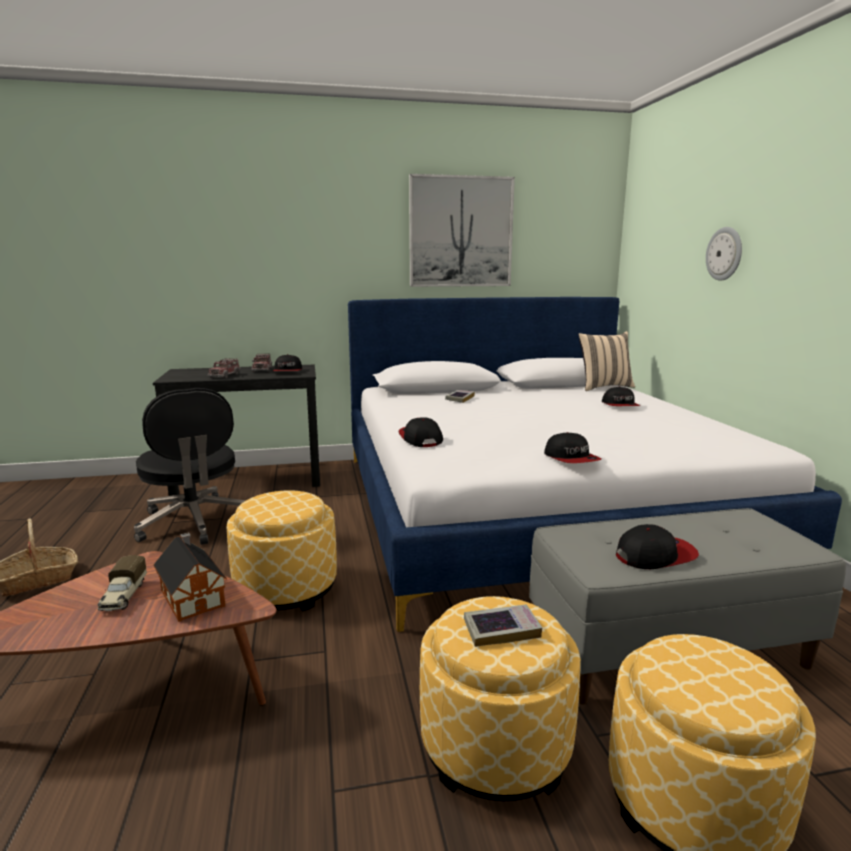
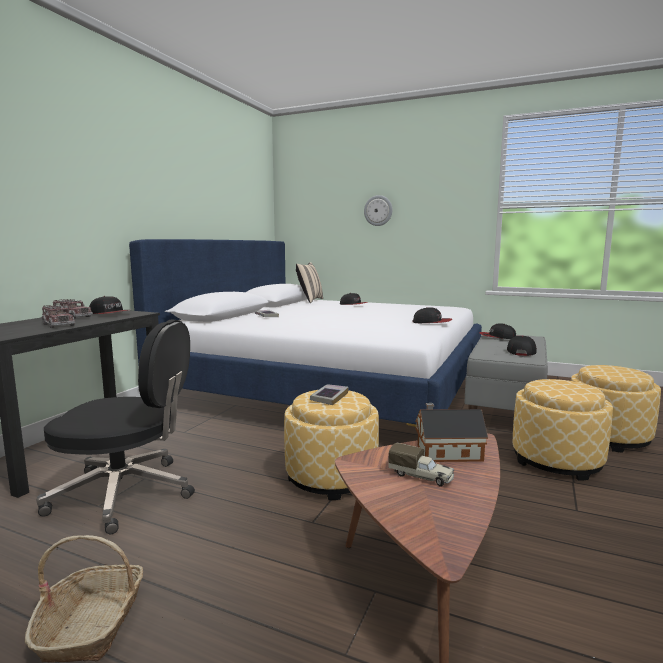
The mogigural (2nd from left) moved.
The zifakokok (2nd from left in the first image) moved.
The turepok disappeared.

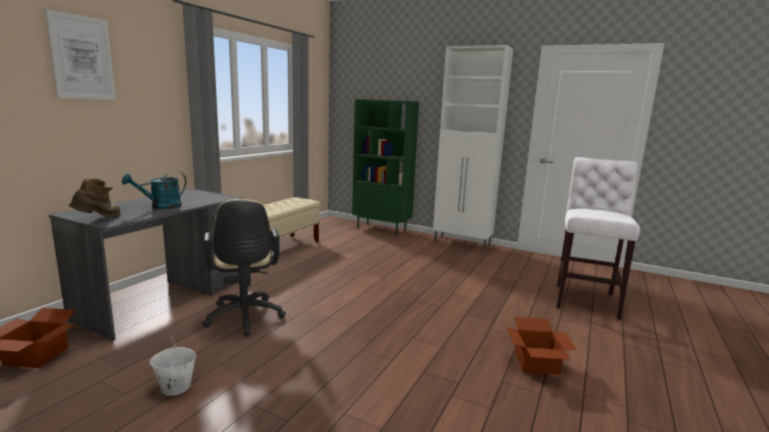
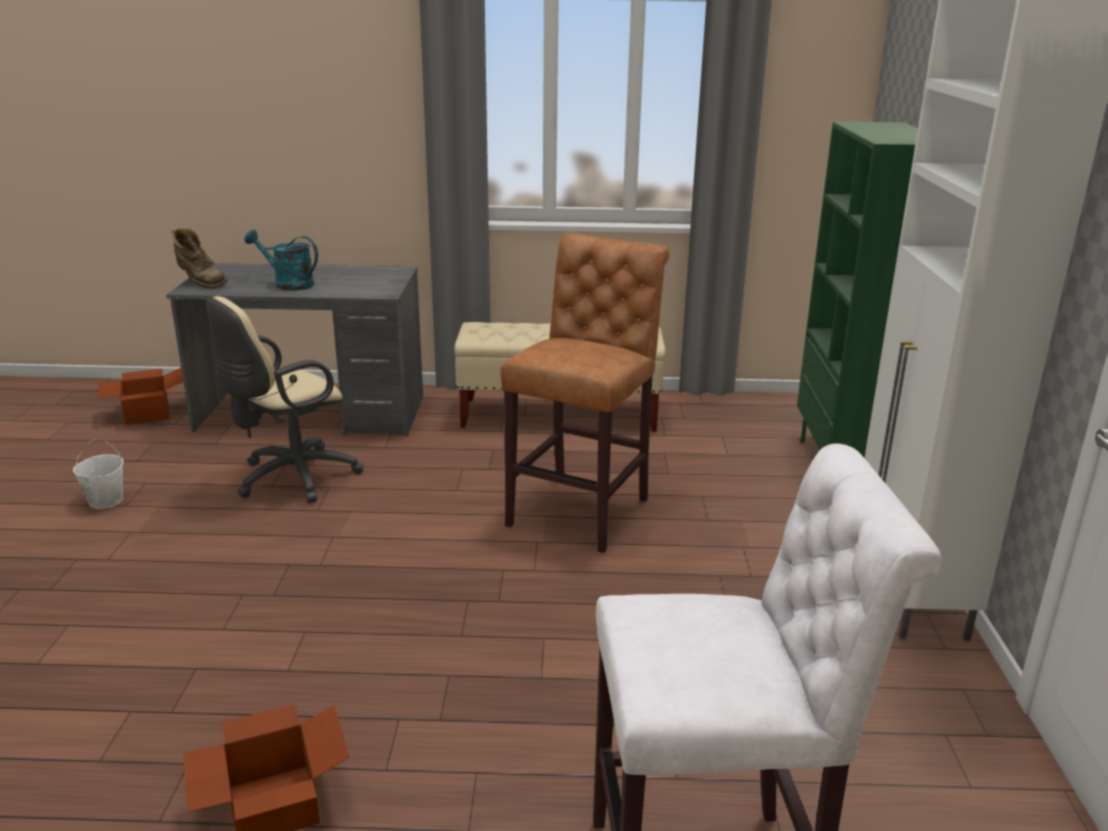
The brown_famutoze turned 45 degrees clockwise.
The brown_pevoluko appeared.
The turepok disappeared.

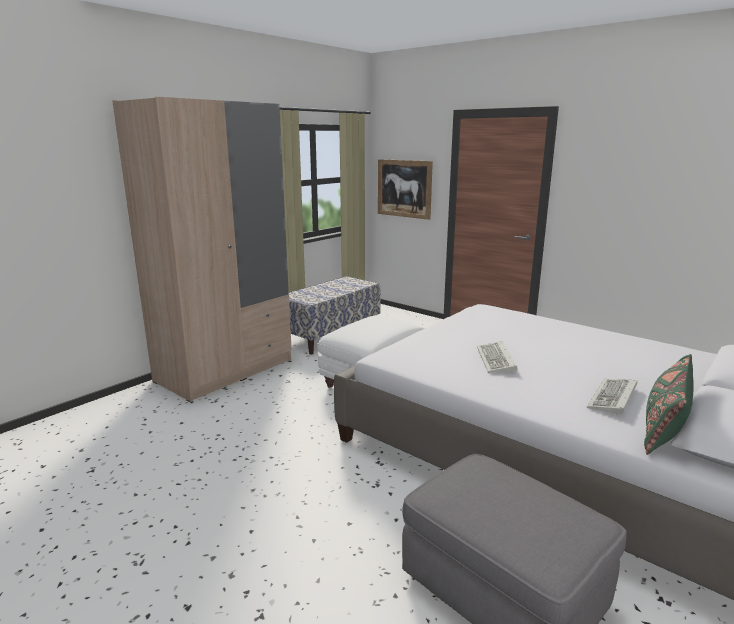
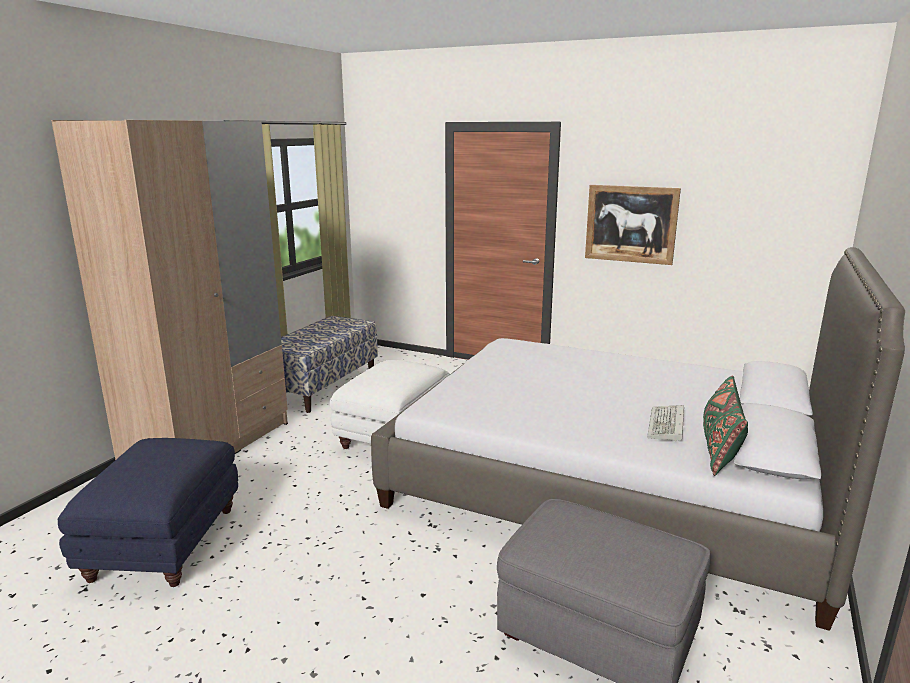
The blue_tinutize appeared.
The turepok moved.
The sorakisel (1st from left) disappeared.

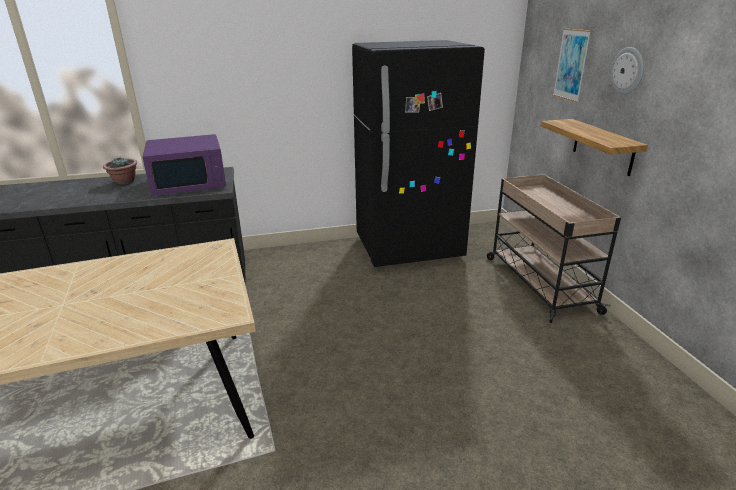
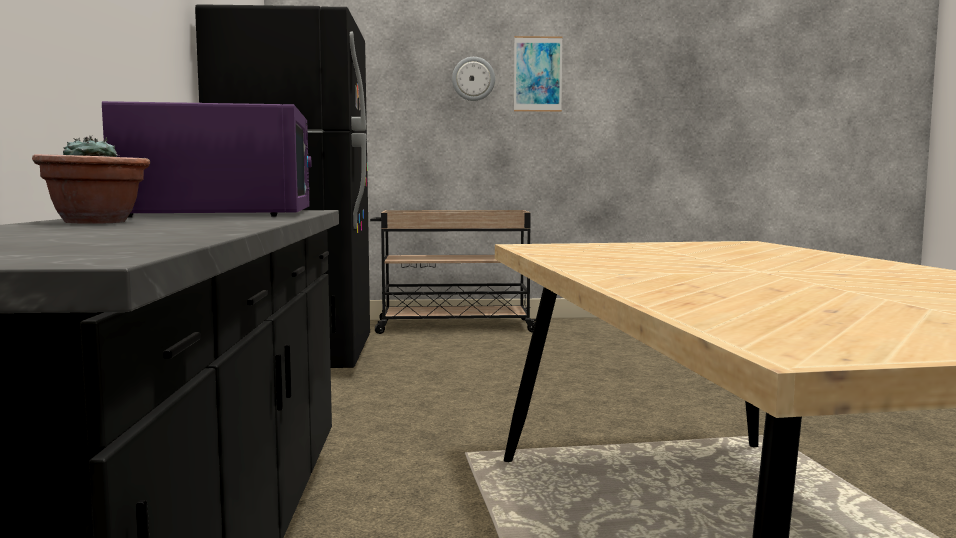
The turepok moved.
The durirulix disappeared.

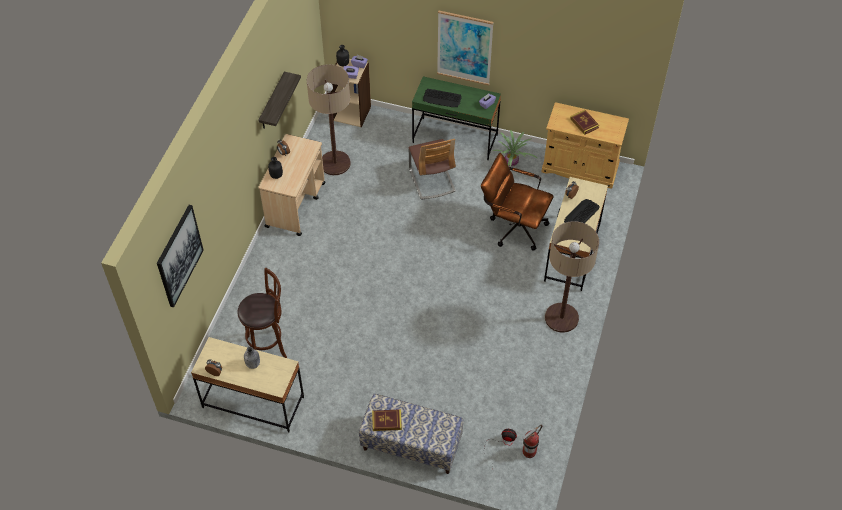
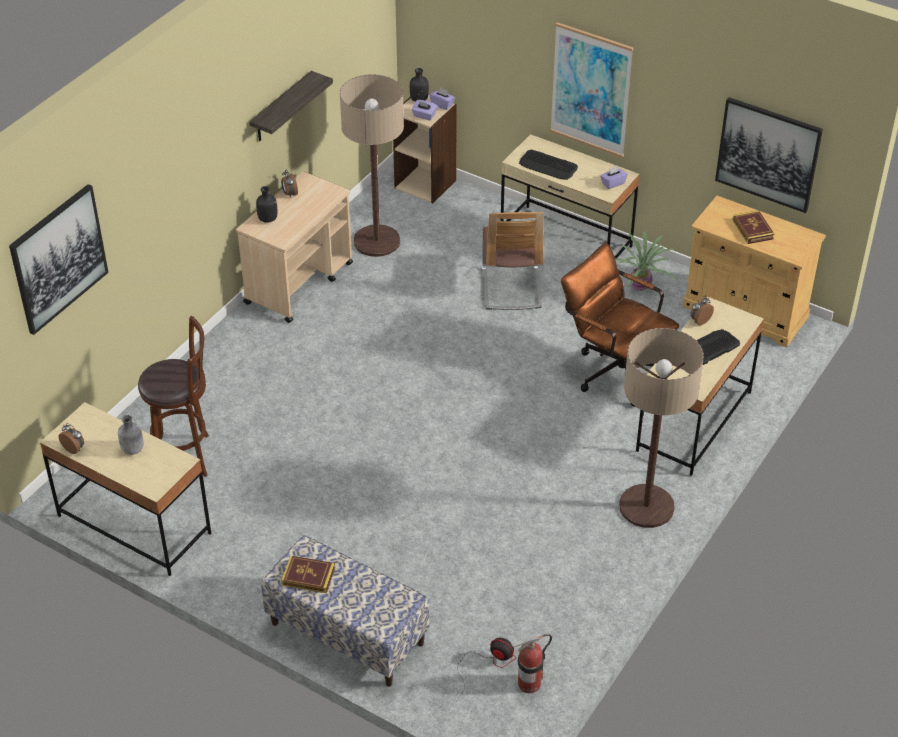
The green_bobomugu became the beige_bobomugu (2nd from left).
The turepok (3rd from left) appeared.

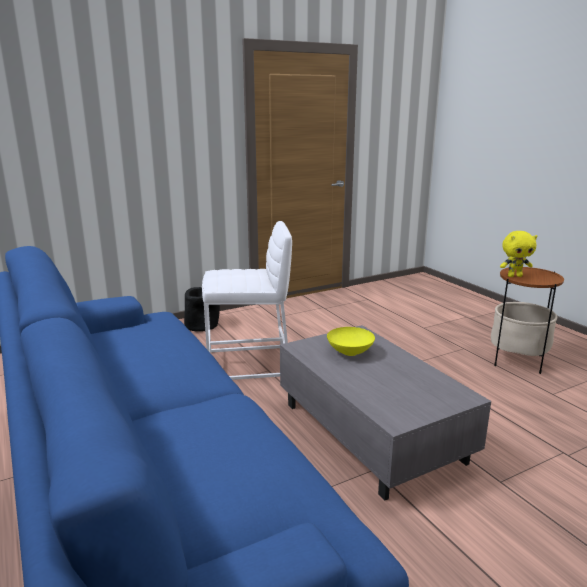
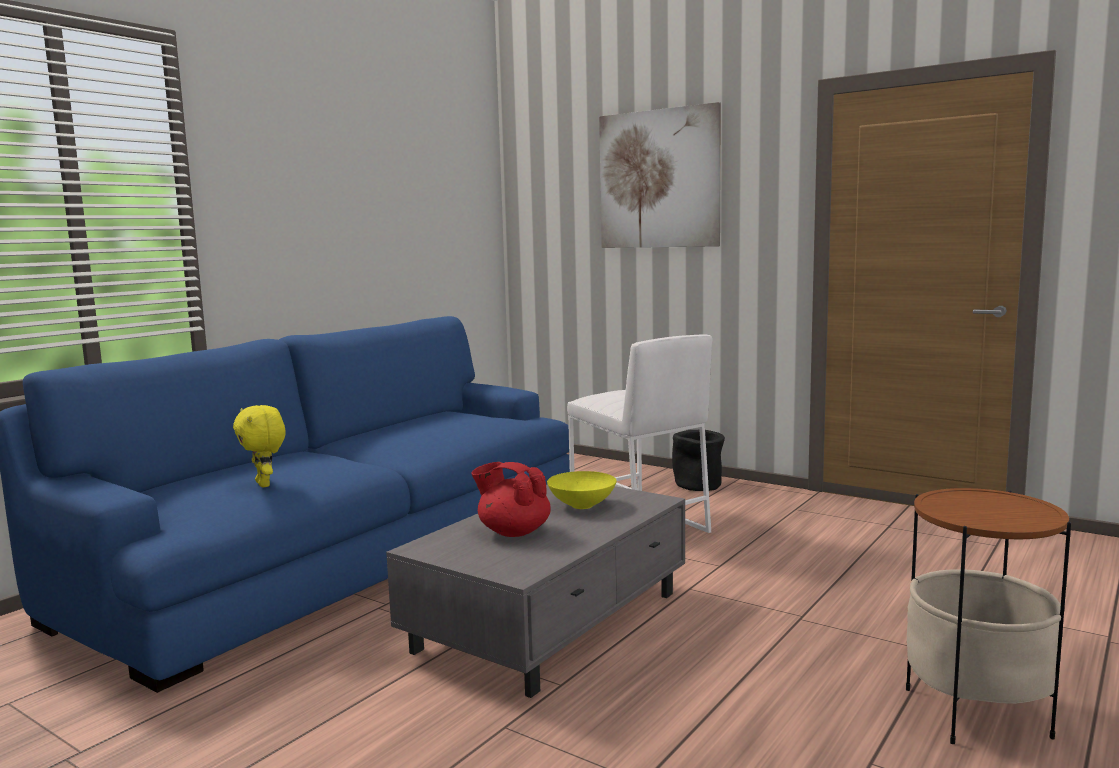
The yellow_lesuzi moved.
The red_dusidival appeared.
The turepok appeared.

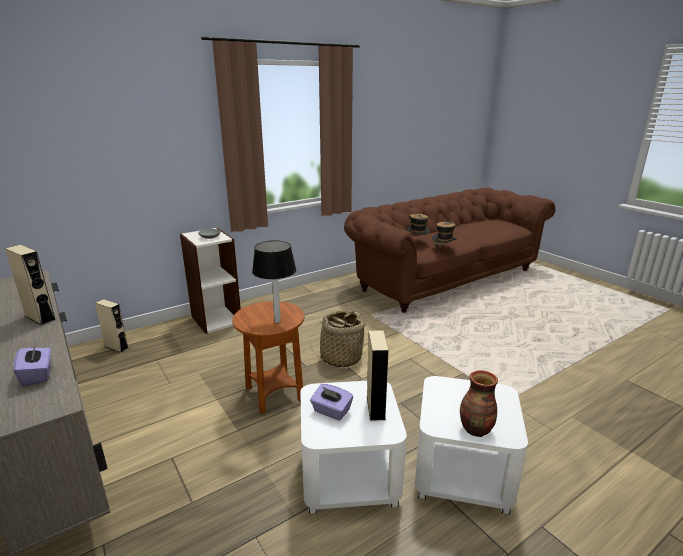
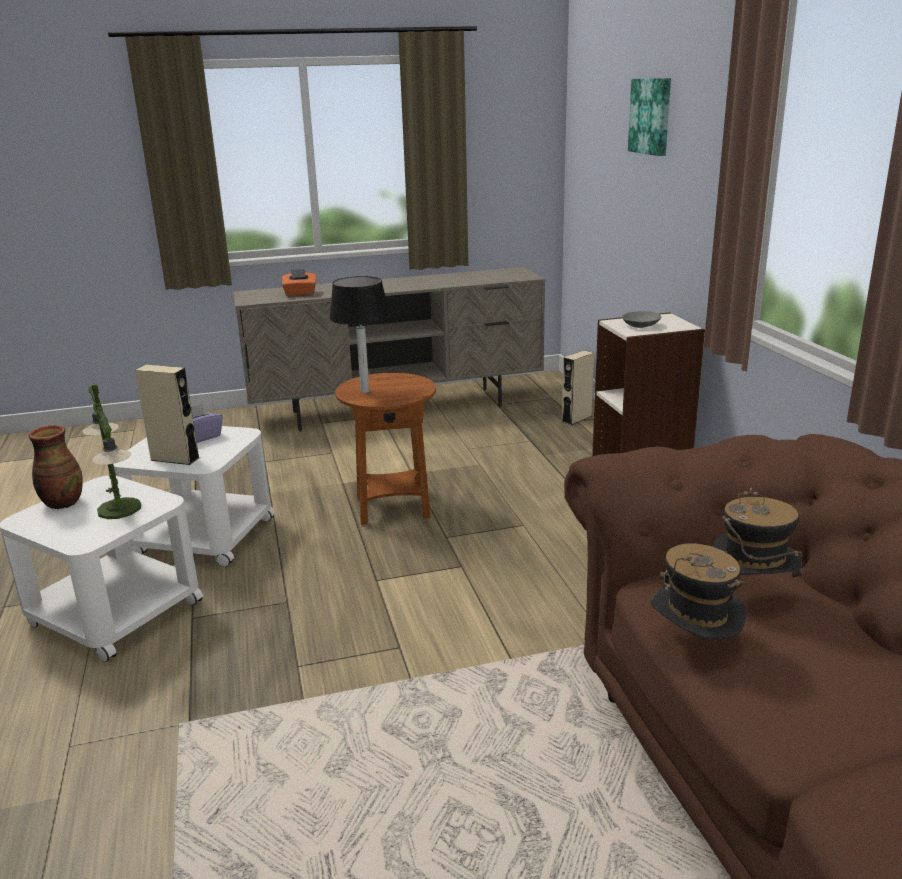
The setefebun (1st from left) appeared.
The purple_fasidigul (1st from left) became the orange_fasidigul.
The turepok appeared.
The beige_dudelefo (1st from left) disappeared.
The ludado disappeared.

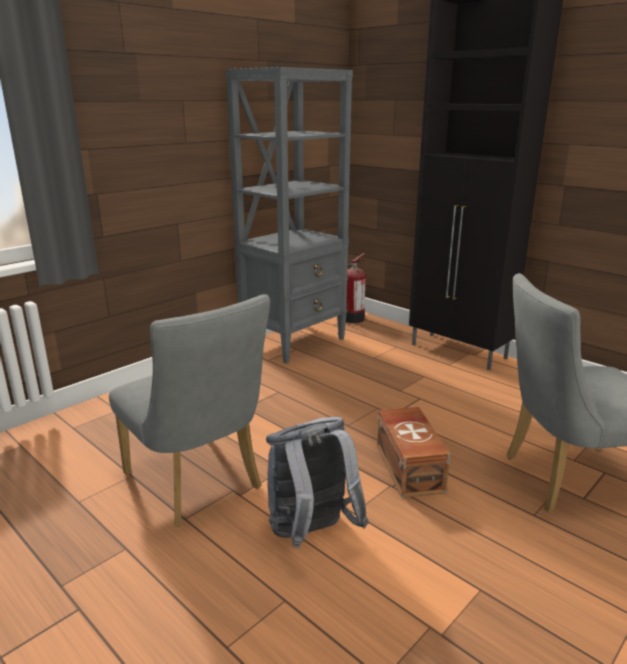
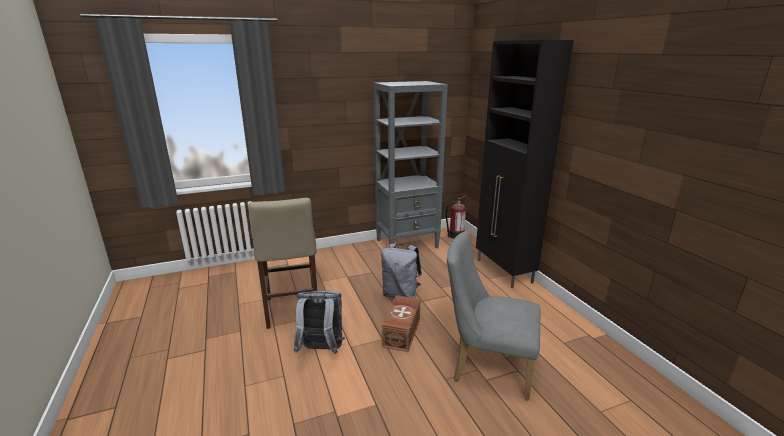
The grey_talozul (1st from left) was replaced by the beige_pevoluko.
The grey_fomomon (2nd from left) appeared.

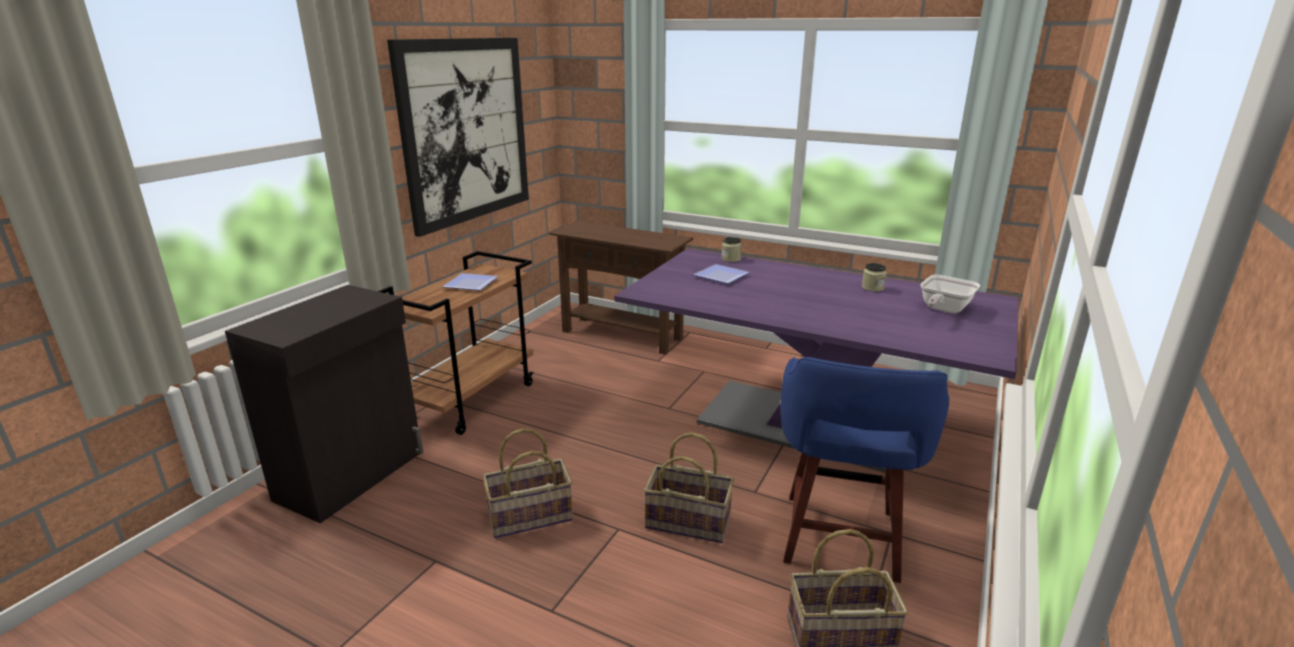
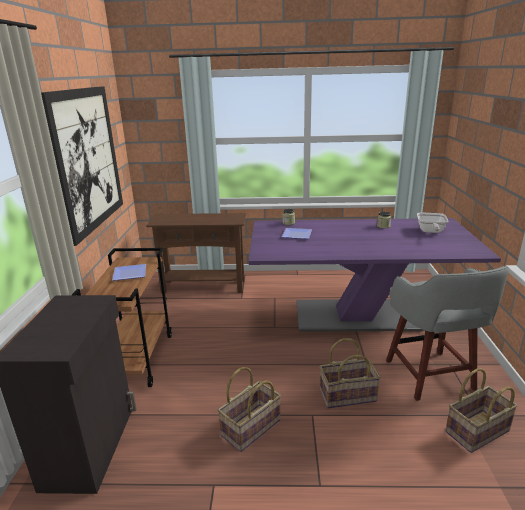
The blue_pevoluko became the grey_pevoluko.

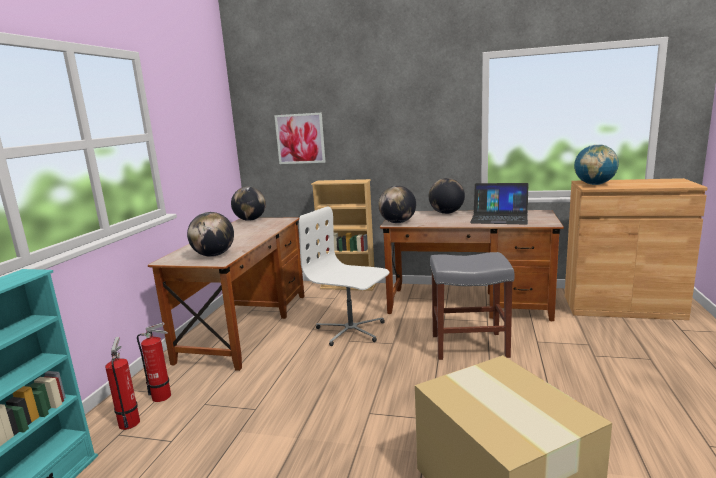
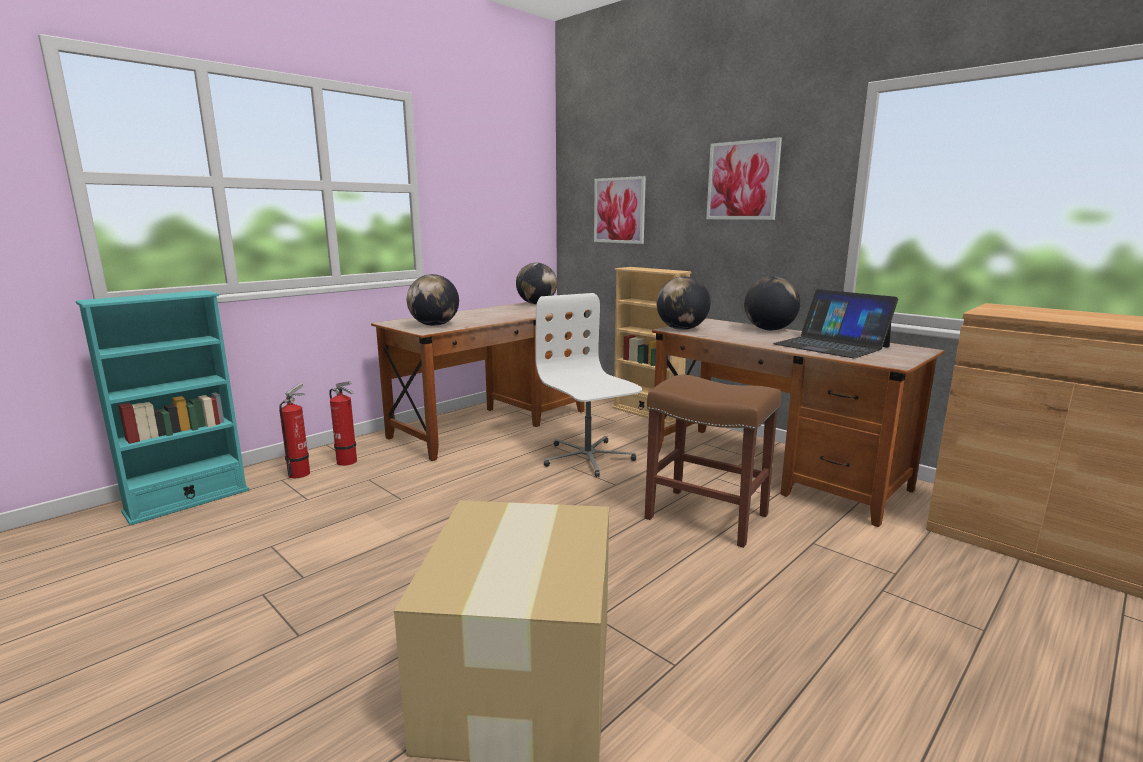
The grey_pevoluko became the brown_pevoluko.
The turepok (2nd from left) appeared.
The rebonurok (5th from left) disappeared.

